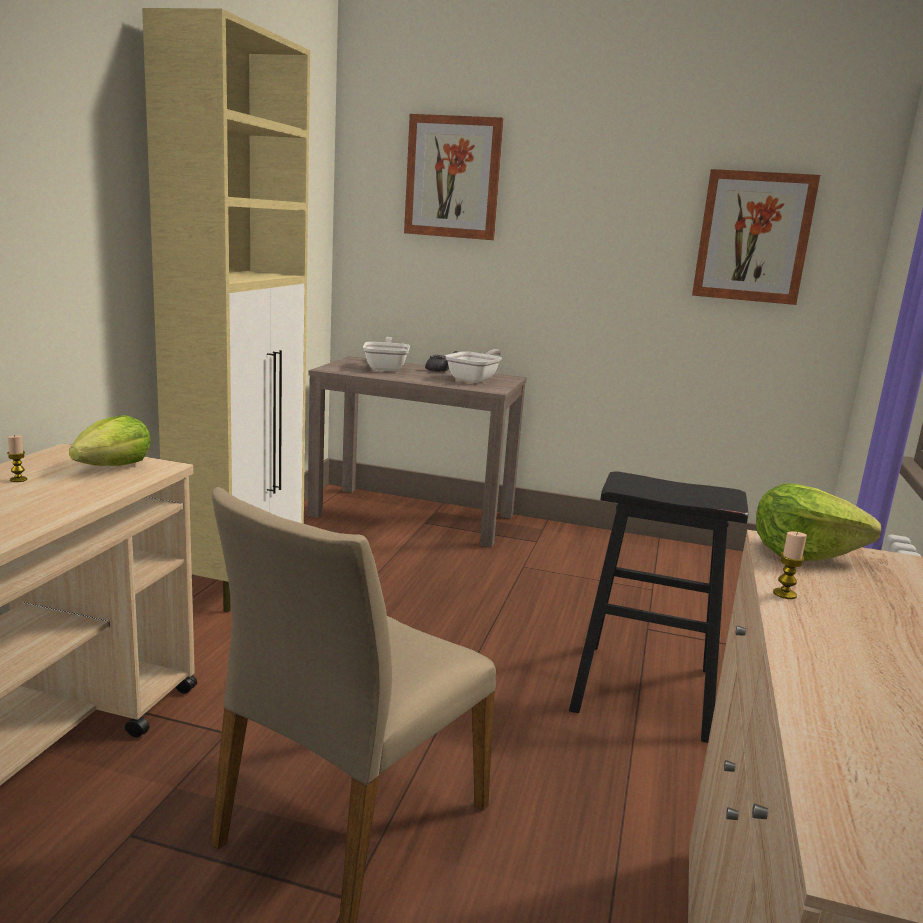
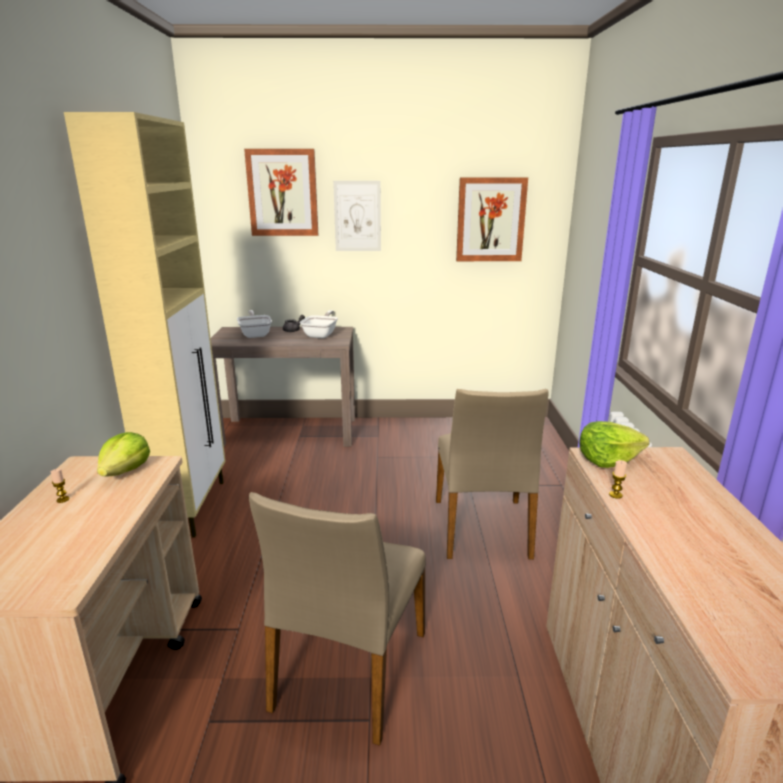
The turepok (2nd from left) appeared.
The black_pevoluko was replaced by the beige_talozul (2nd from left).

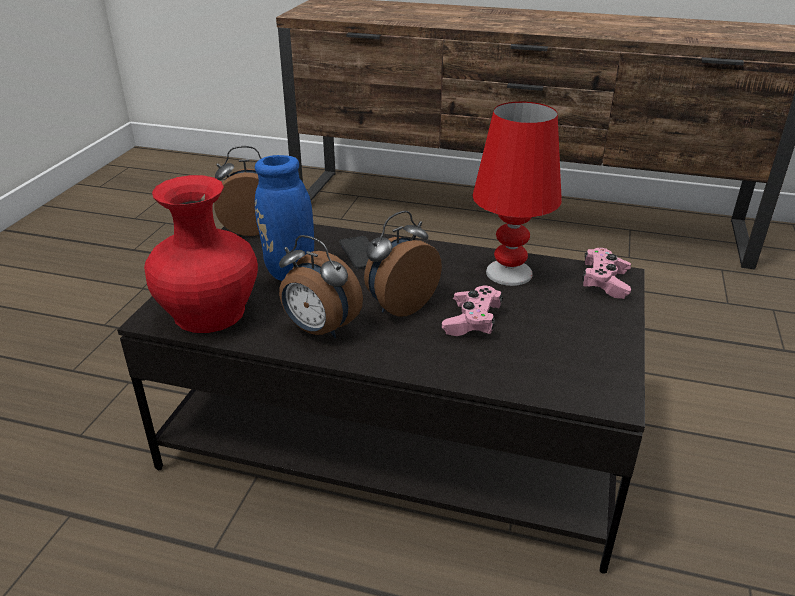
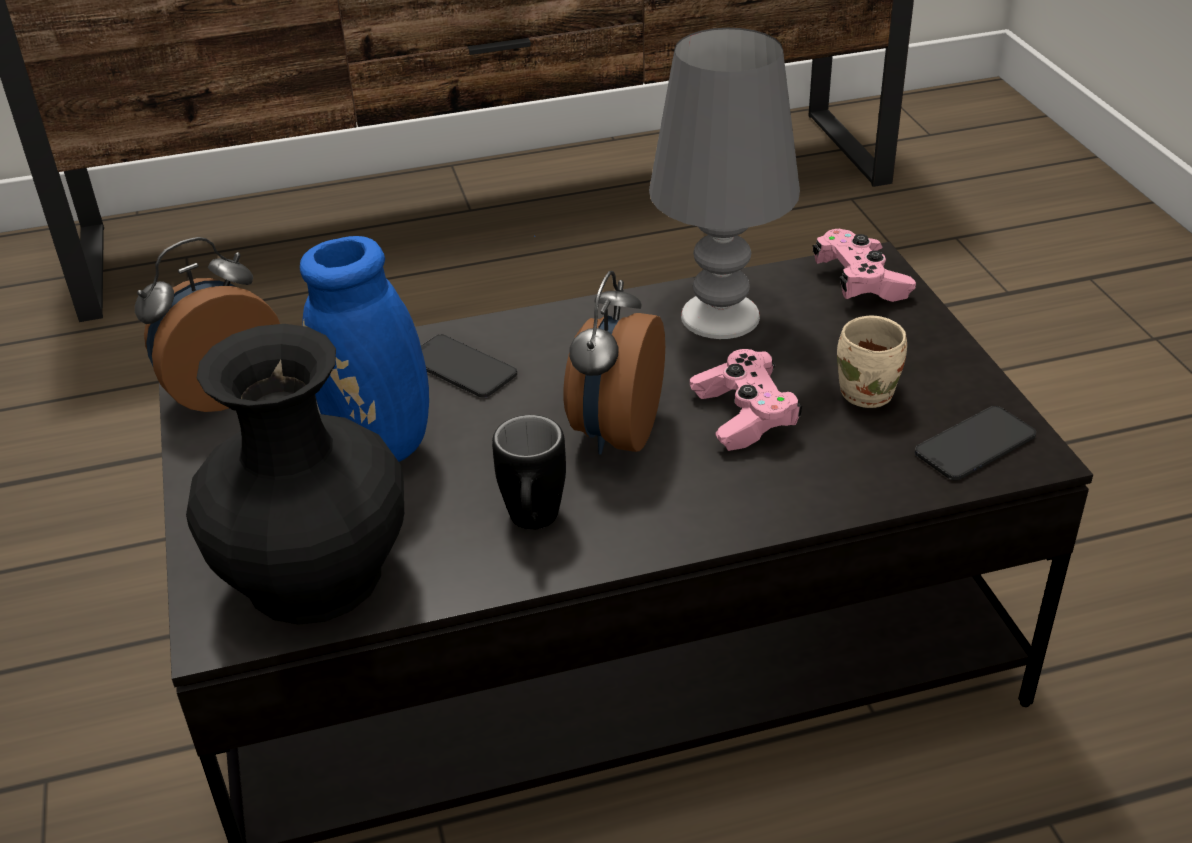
The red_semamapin became the black_semamapin.
The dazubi (2nd from left) was replaced by the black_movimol.
The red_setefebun became the grey_setefebun.
The beige_movimol appeared.
The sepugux (2nd from left) appeared.

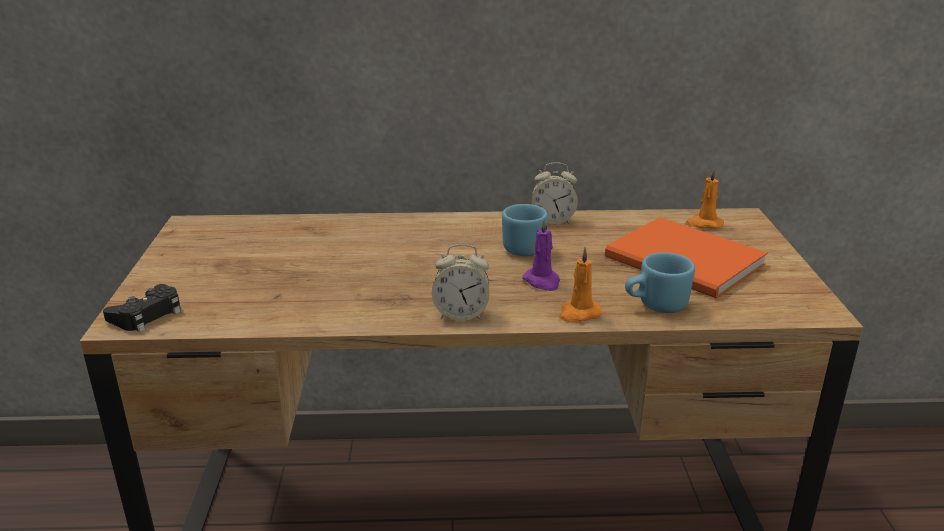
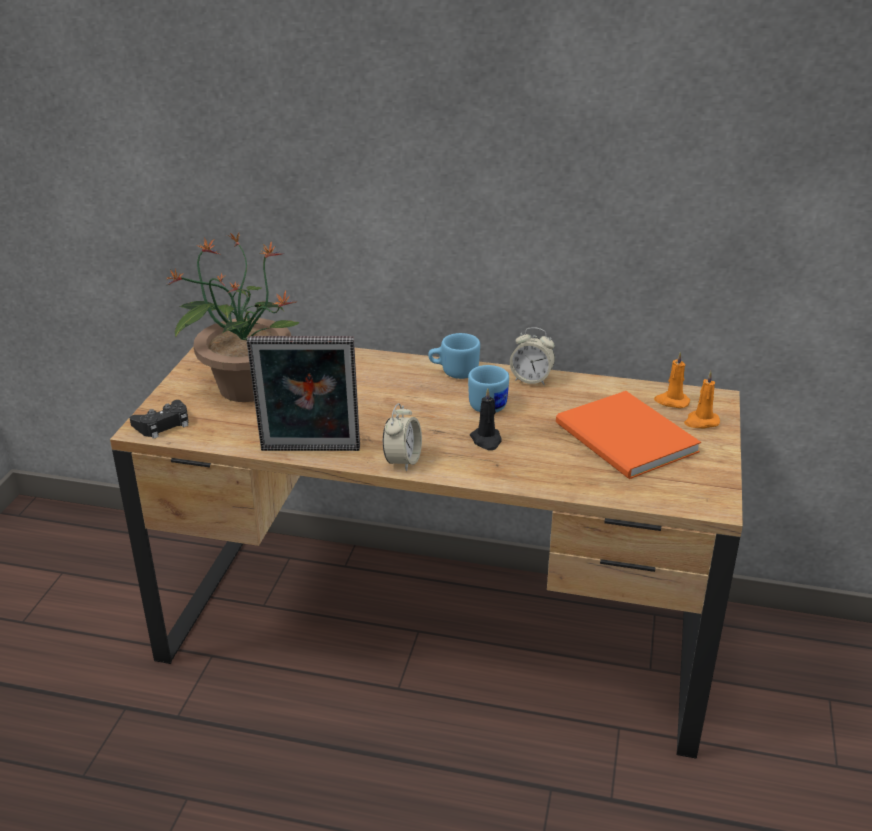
The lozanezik appeared.
The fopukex appeared.
The dazubi (1st from left) turned 90 degrees counterclockwise.
The blue_movimol (2nd from left in the first image) moved.
The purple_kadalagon became the black_kadalagon.
The orange_kadalagon (1st from left in the first image) moved.

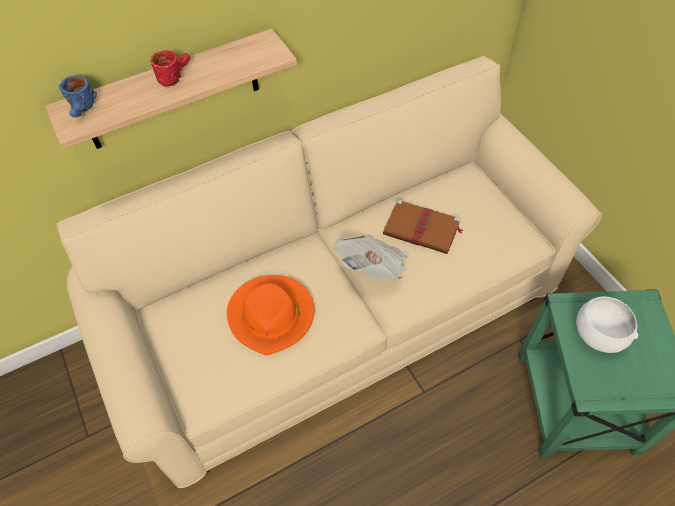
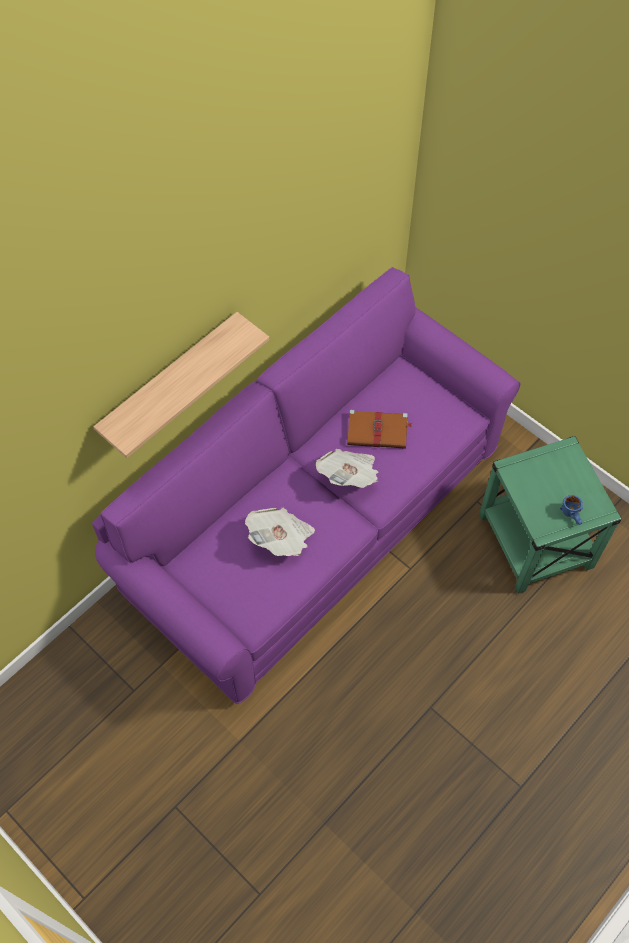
The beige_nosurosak became the purple_nosurosak.
The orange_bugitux was replaced by the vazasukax (1st from left).
The blue_movimol moved.
The red_movimol disappeared.
The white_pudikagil disappeared.

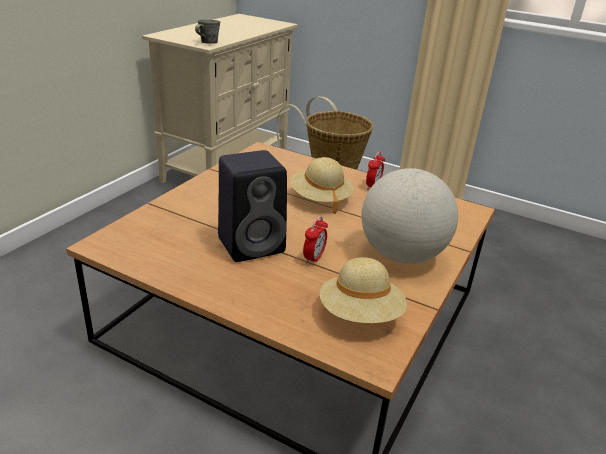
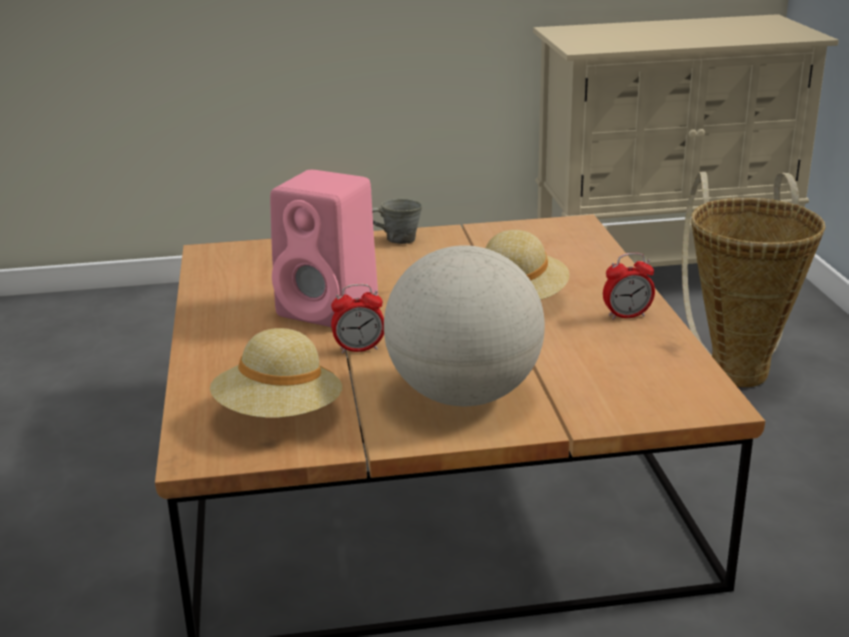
The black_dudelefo became the pink_dudelefo.
The grey_movimol moved.

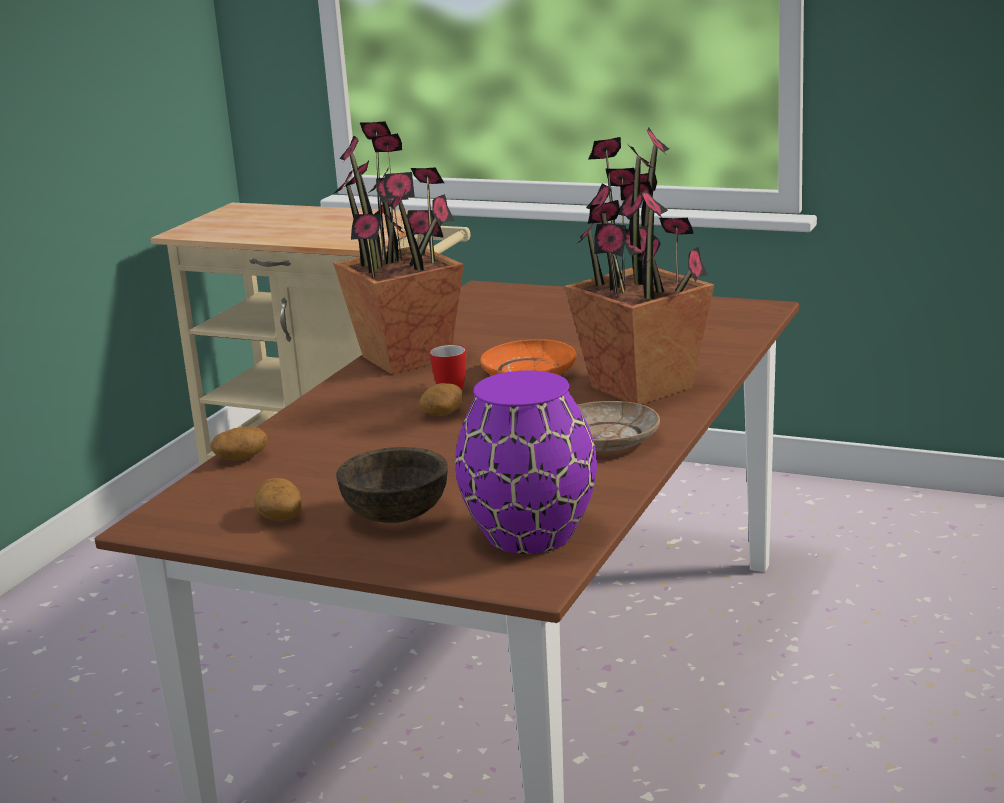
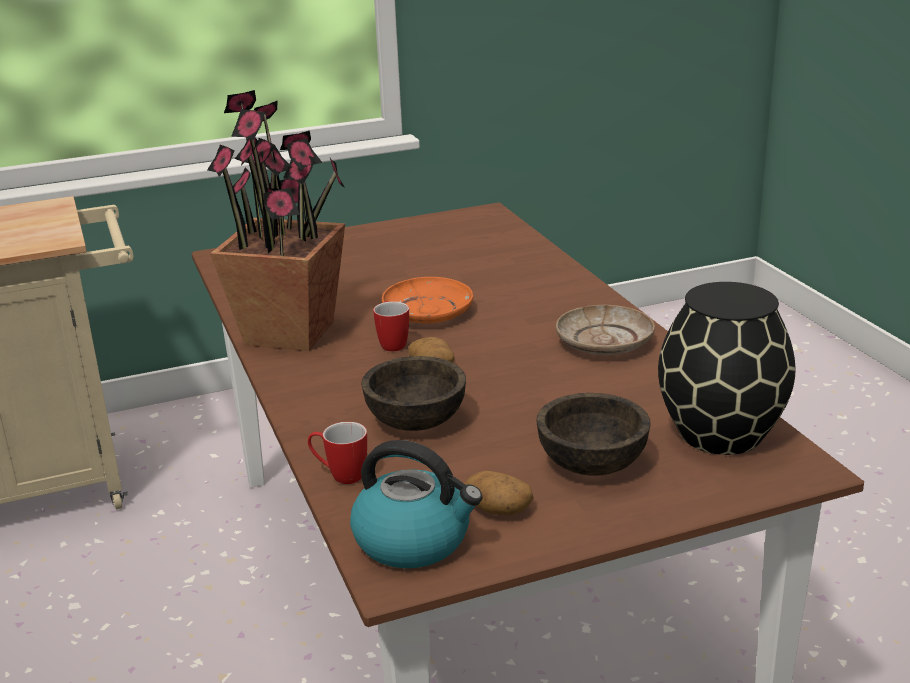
The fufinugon (1st from left) was replaced by the movimol (1st from left).
The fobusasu appeared.
The brown_pudikagil (1st from left) appeared.
The purple_semamapin became the black_semamapin.
The lozanezik (2nd from left) disappeared.

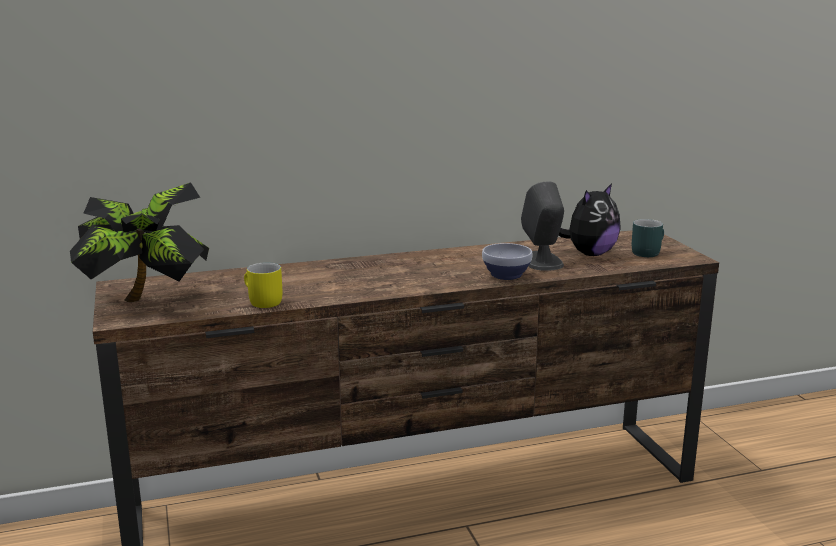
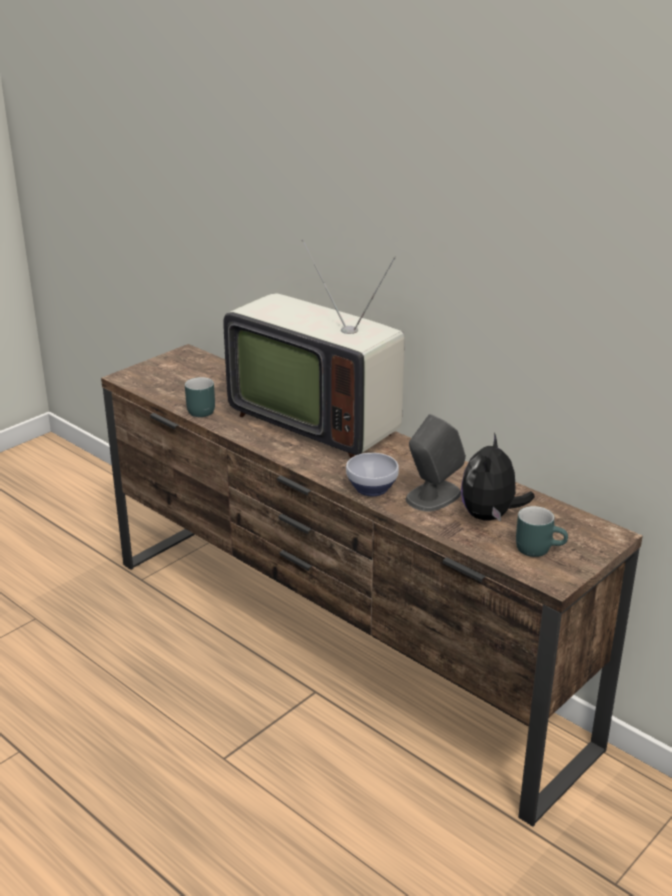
The yellow_movimol became the turquoise_movimol (1st from left).
The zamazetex appeared.
The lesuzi turned 90 degrees clockwise.
The lozanezik disappeared.

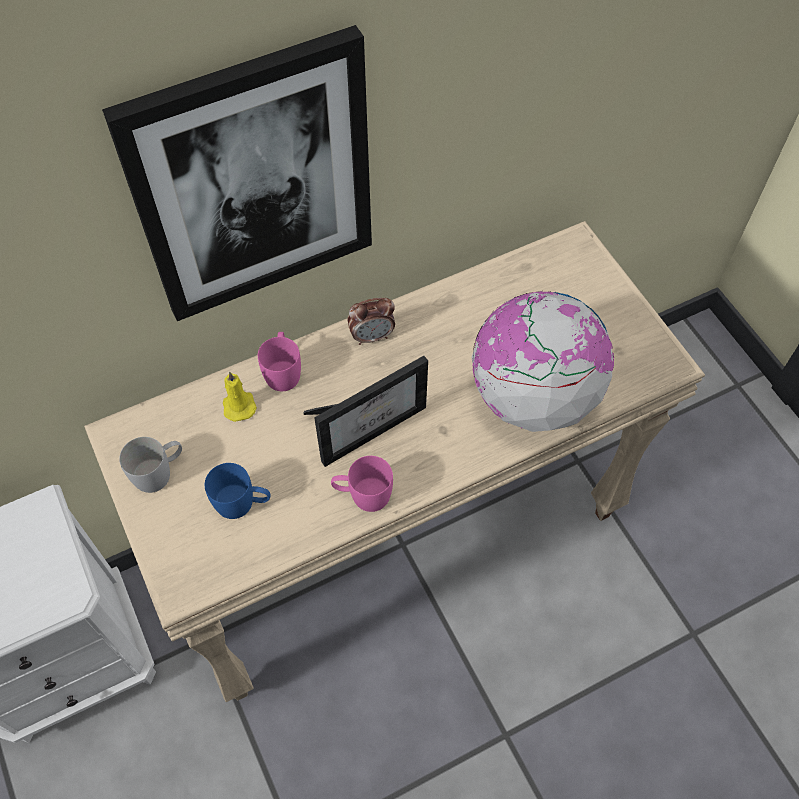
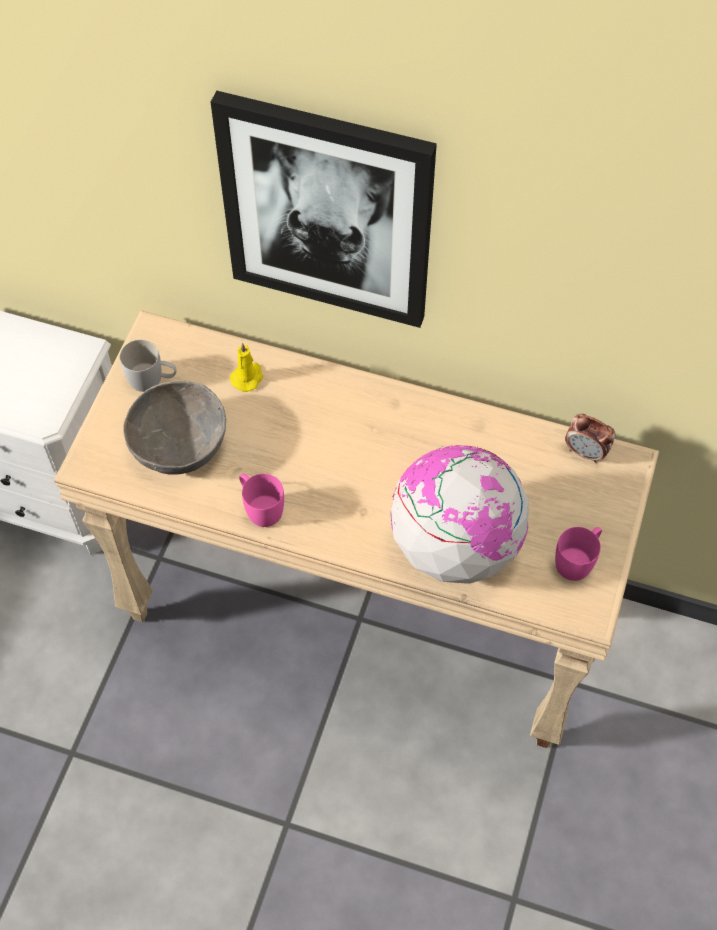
The blue_movimol was replaced by the grey_pudikagil.
The pink_movimol (1st from left in the first image) moved.
The dazubi moved.
The fopukex disappeared.

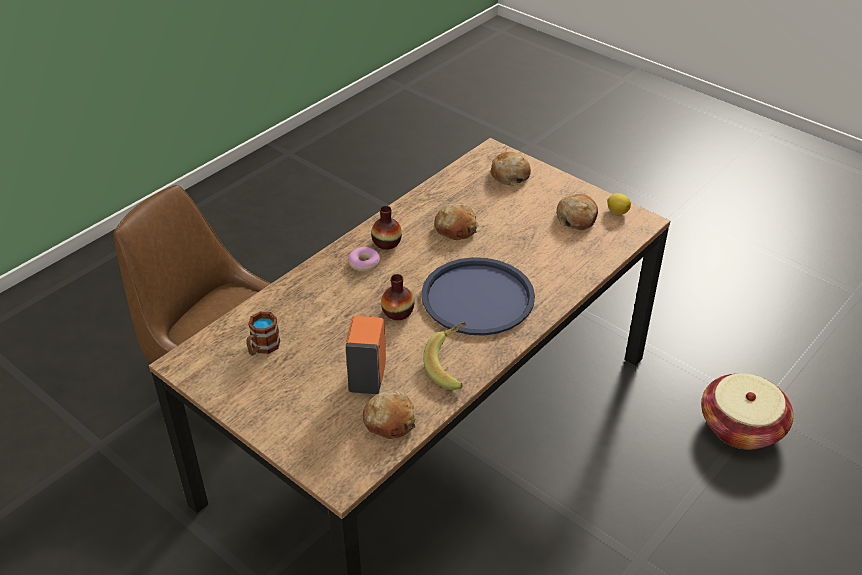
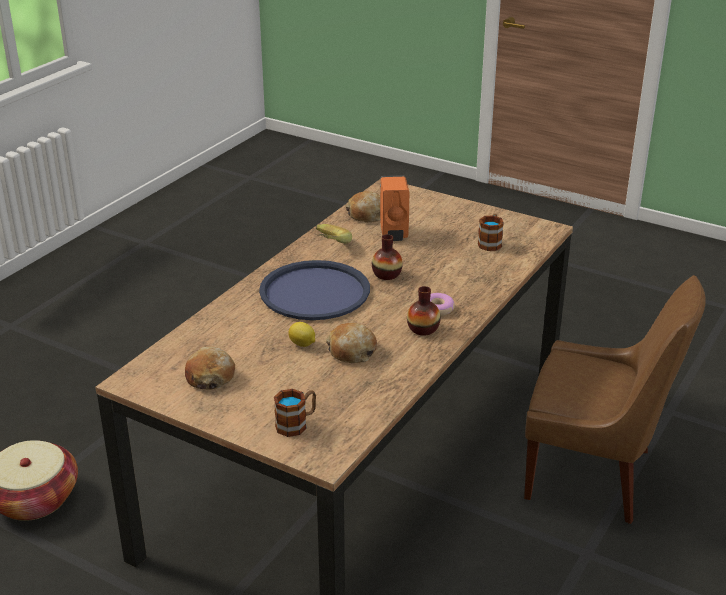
The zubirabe (3rd from left) was replaced by the movimol (1st from left).
The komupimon moved.

